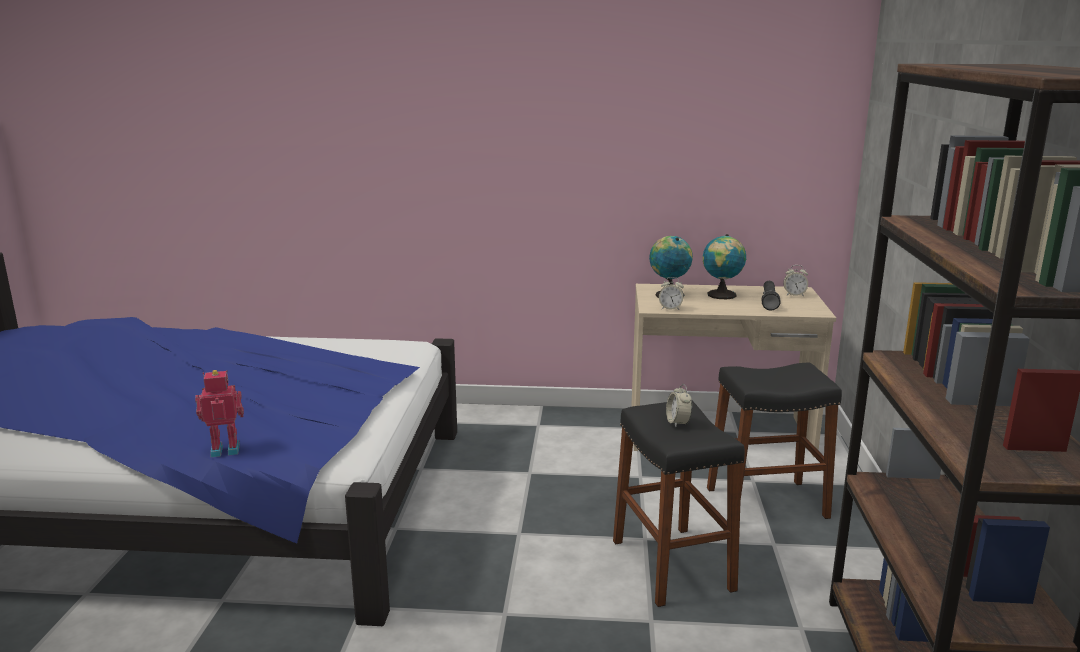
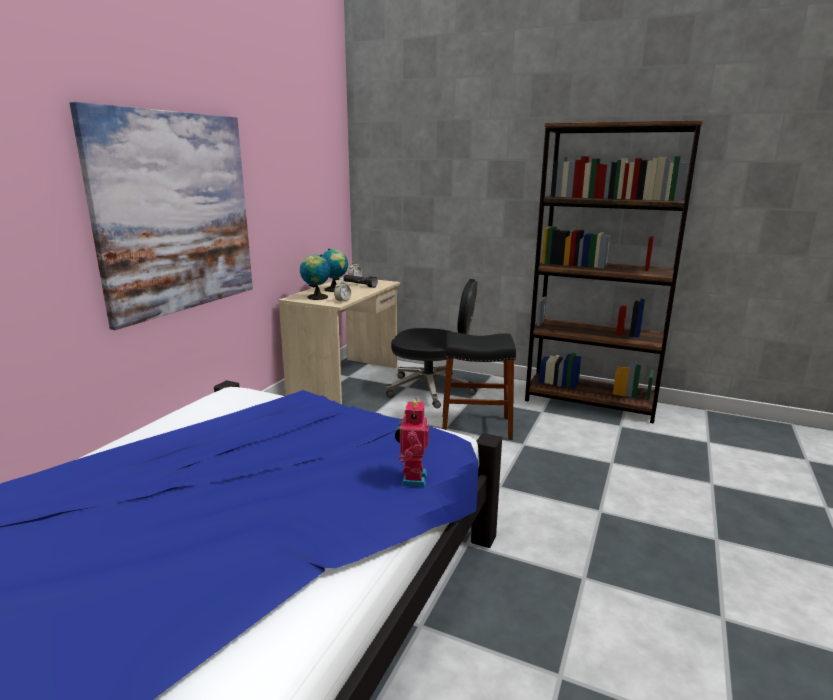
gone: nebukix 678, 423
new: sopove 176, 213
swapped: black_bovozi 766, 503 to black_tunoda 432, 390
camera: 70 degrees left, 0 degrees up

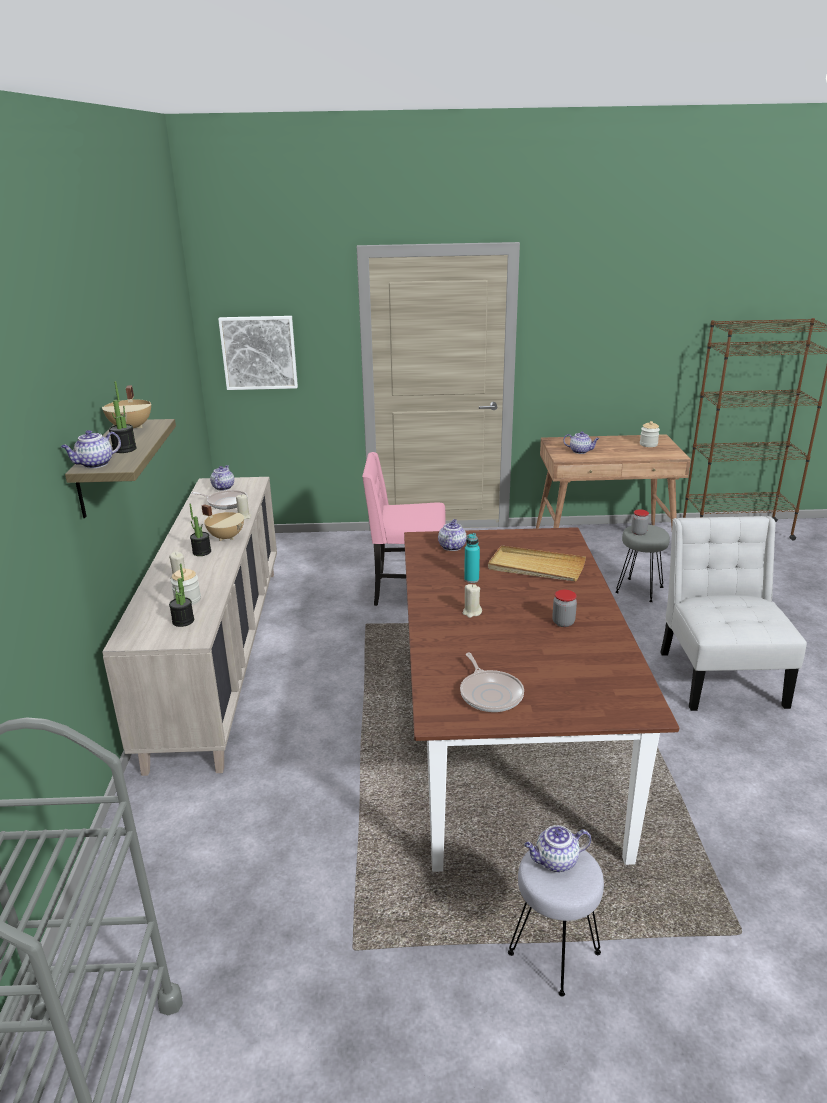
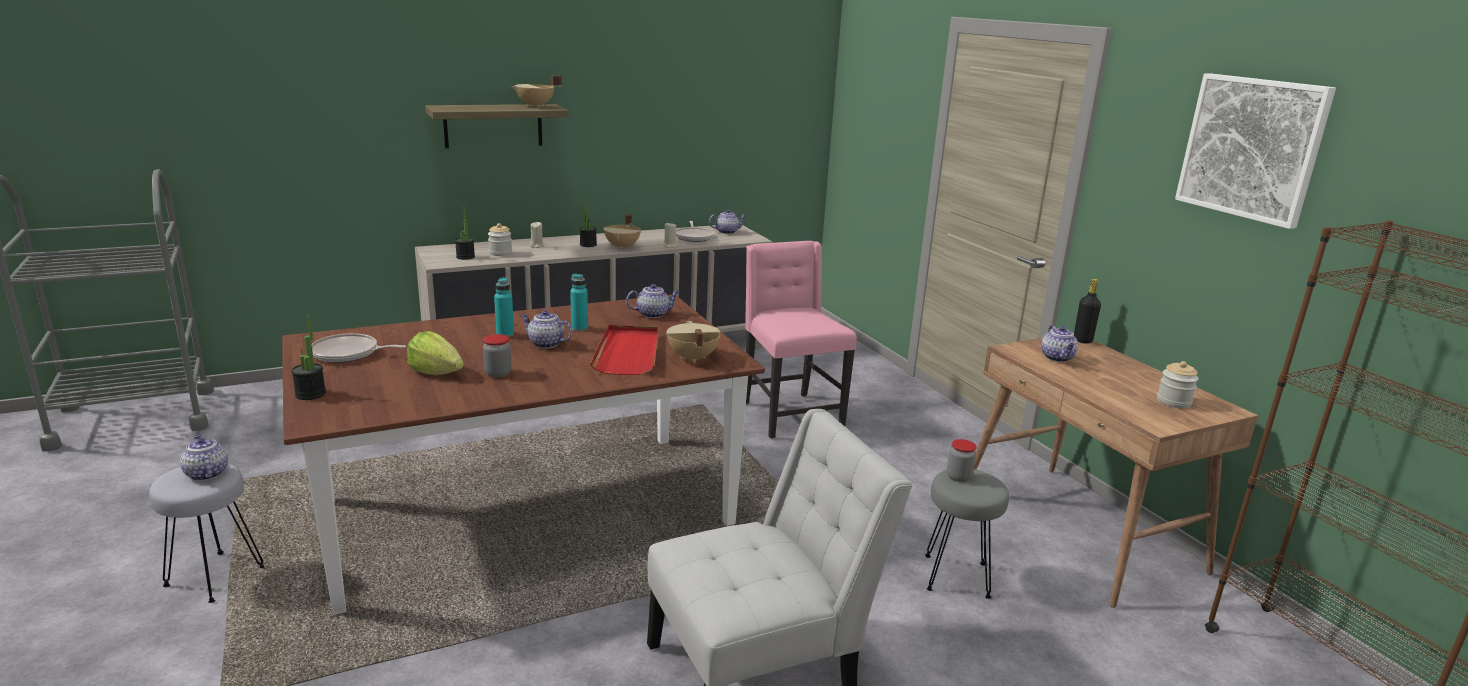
new: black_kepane 1082, 340; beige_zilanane 691, 358; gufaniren 436, 372
shifted: sopove 259, 352 to 1251, 148; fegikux 124, 449 to 310, 394; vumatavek 95, 464 to 545, 344
swapped: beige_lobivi 471, 612 to turquoise_kepane 505, 334
repainted: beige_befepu 536, 567 to red_befepu 628, 353
rotated: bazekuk 490, 693 = 348, 354 45 degrees clockwise
camera: 65 degrees right, 5 degrees down

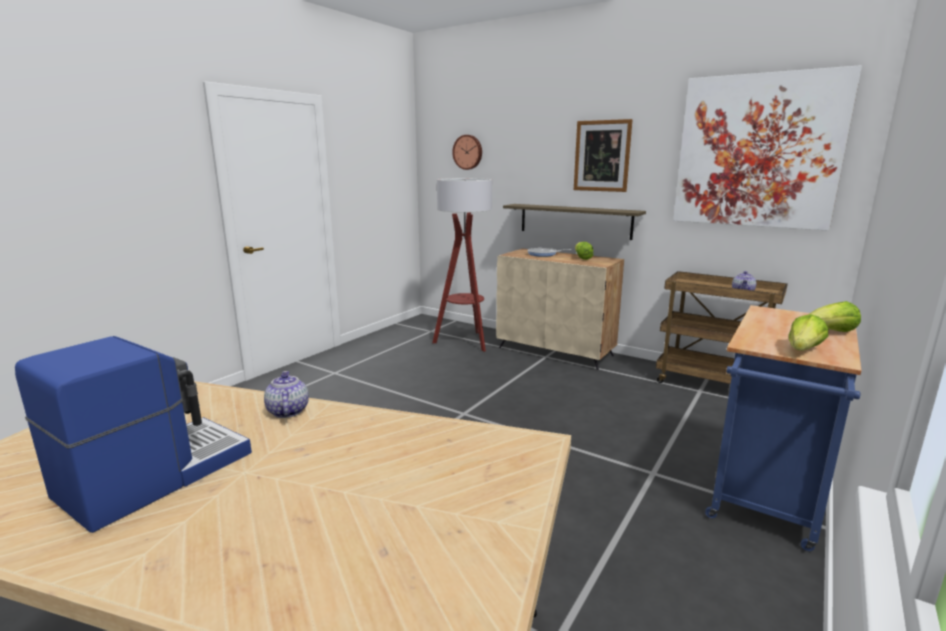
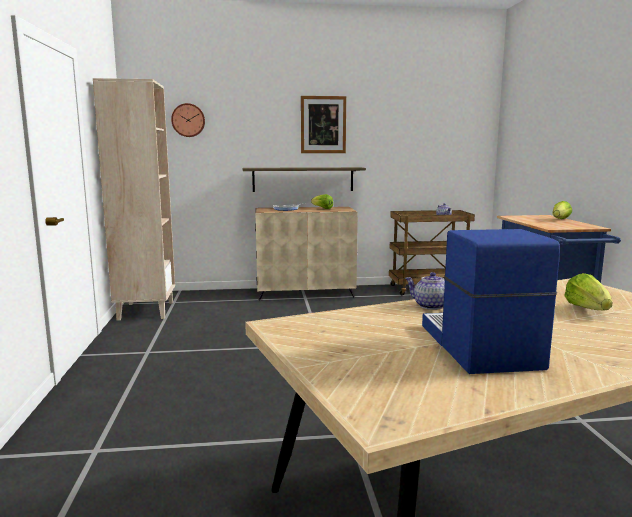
gone: sopove 757, 151; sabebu 465, 342
new: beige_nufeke 145, 311
shifted: gufaniren 803, 350 to 587, 309
camera: 40 degrees left, 5 degrees down

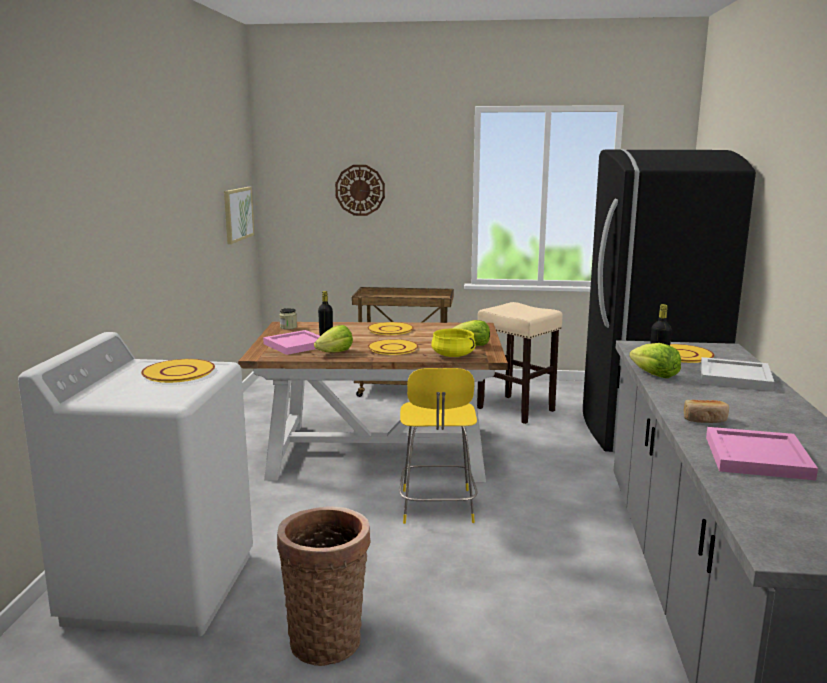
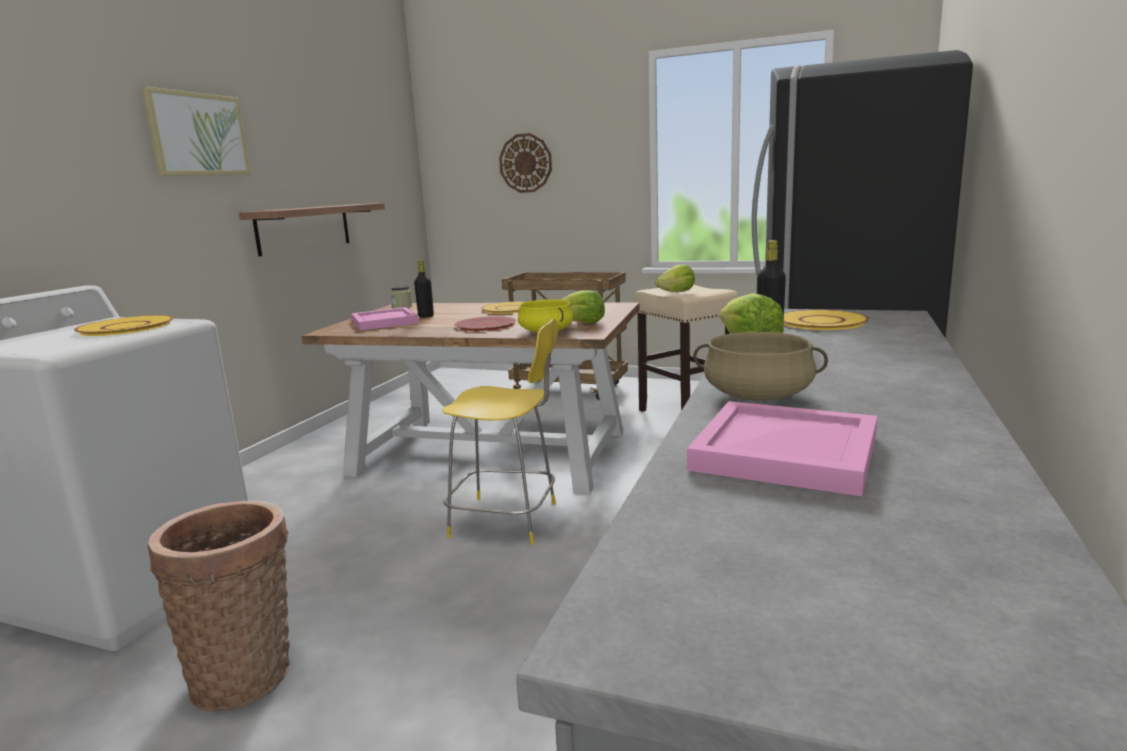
gone: white_befepu 733, 377
new: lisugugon 304, 228
shifted: sopove 238, 214 to 198, 134; gufaniren 335, 352 to 676, 292
swapped: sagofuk 704, 419 to beige_zilanane 757, 396
repainted: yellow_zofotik 393, 348 to red_zofotik 485, 325
rotated: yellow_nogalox 437, 508 = 508, 520 90 degrees counterclockwise
camera: 15 degrees right, 0 degrees up

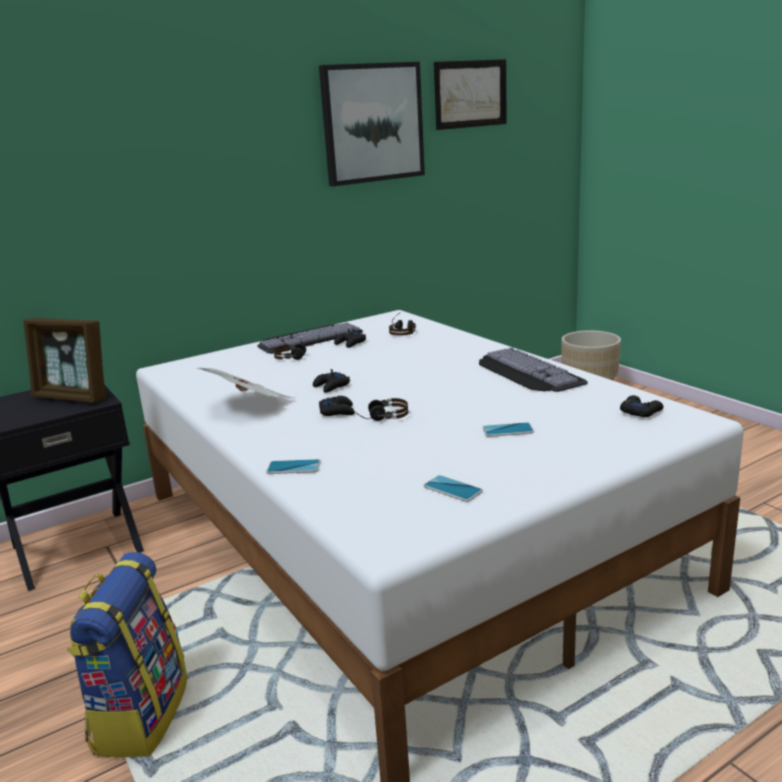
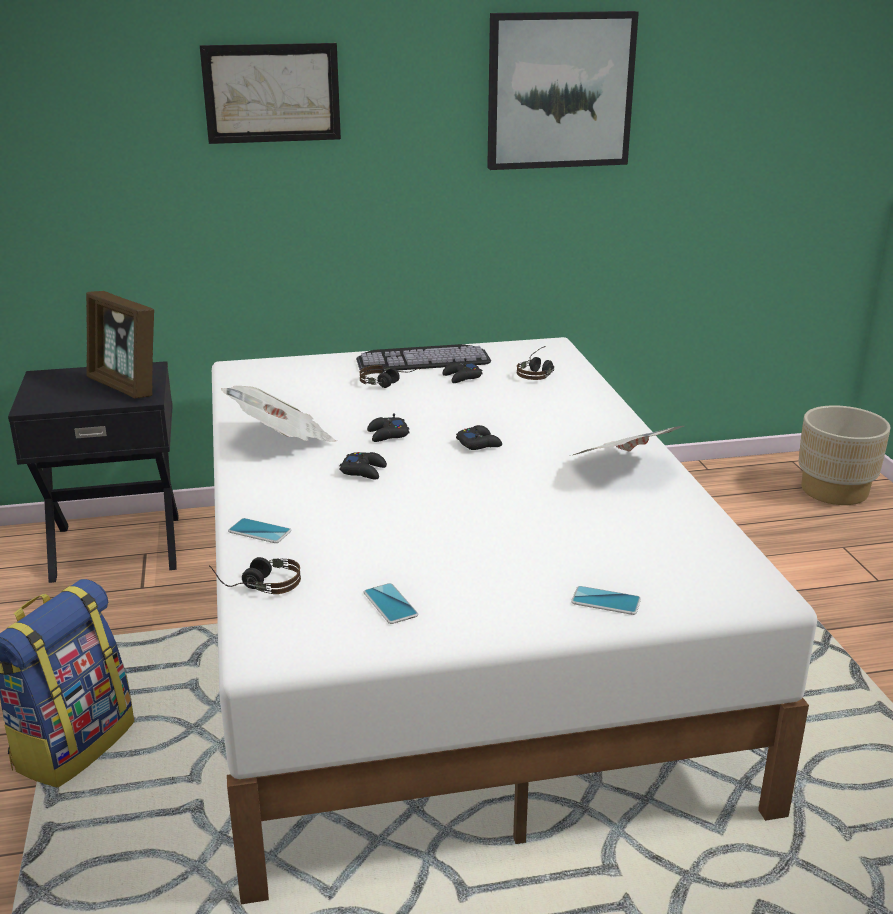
shifted: sopove 470, 94 to 272, 93; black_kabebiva 640, 411 to 479, 444; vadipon 378, 418 to 257, 584; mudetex 507, 430 to 606, 601
swapped: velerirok 524, 372 to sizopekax 623, 468
camera: 20 degrees right, 5 degrees up

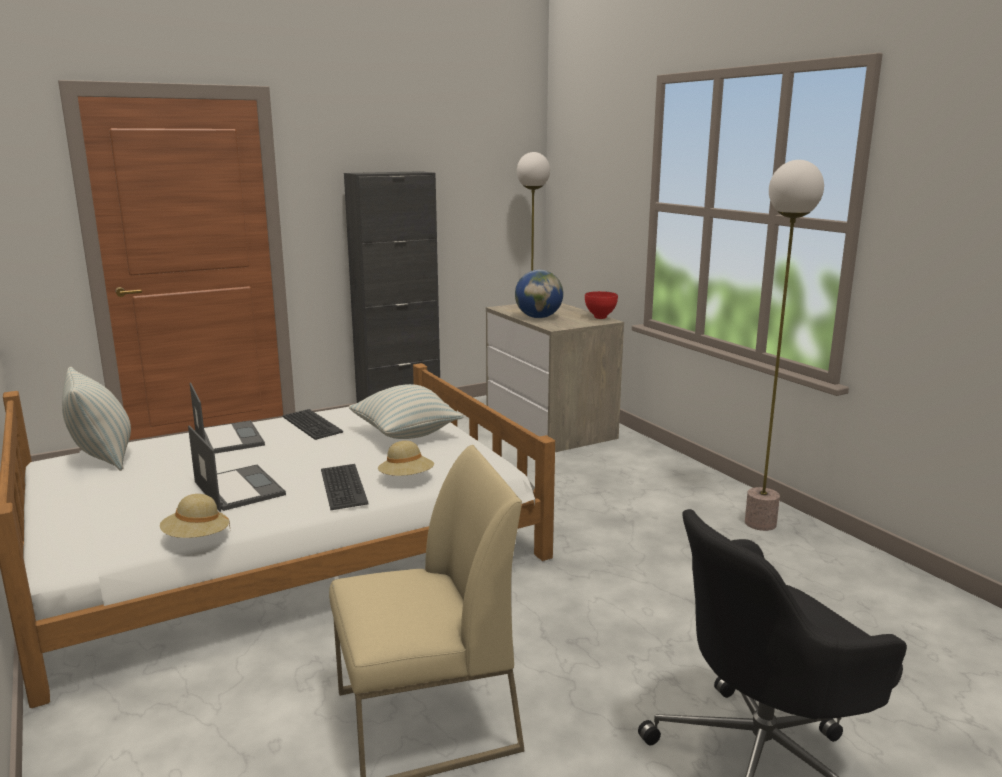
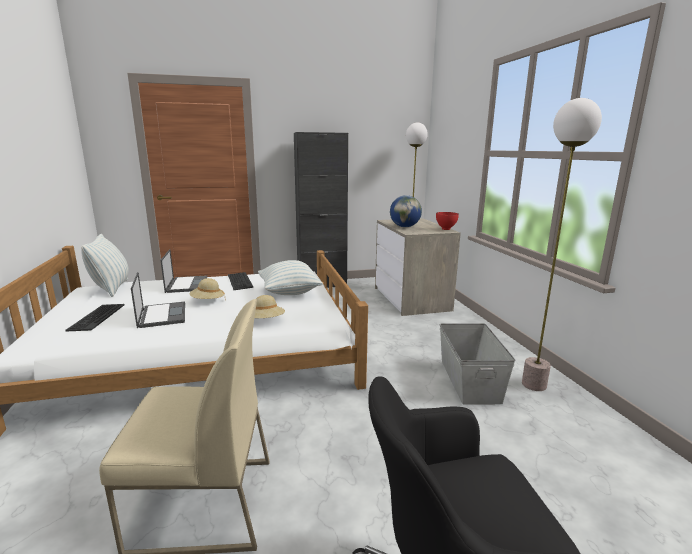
new: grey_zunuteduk 470, 380
shifted: velerirok 342, 487 to 96, 317; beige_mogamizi 196, 538 to 207, 301
camera: 15 degrees right, 0 degrees up

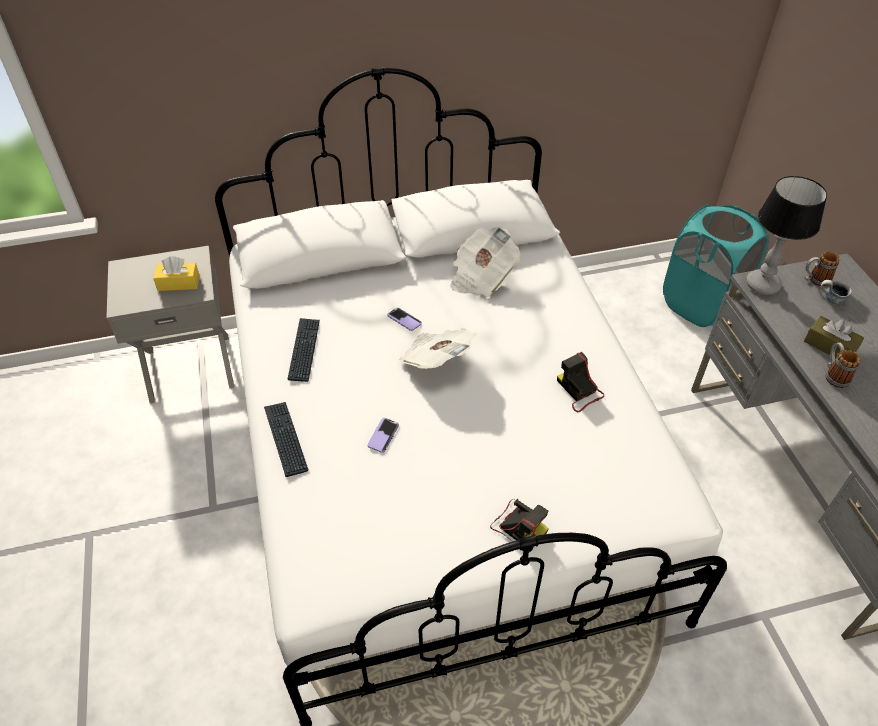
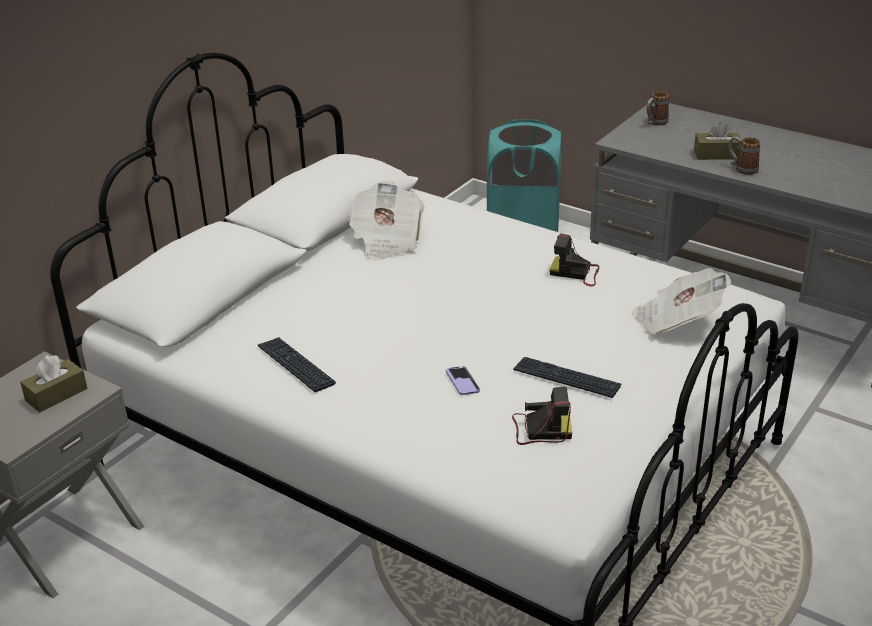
gone: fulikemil 762, 285; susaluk 830, 300; mudetex 404, 320
shifted: sizopekax 436, 360 to 677, 321; velerirok 285, 439 to 566, 379; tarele 518, 526 to 540, 430
repainted: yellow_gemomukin 178, 283 to brown_gemomukin 56, 395
camera: 40 degrees left, 15 degrees down

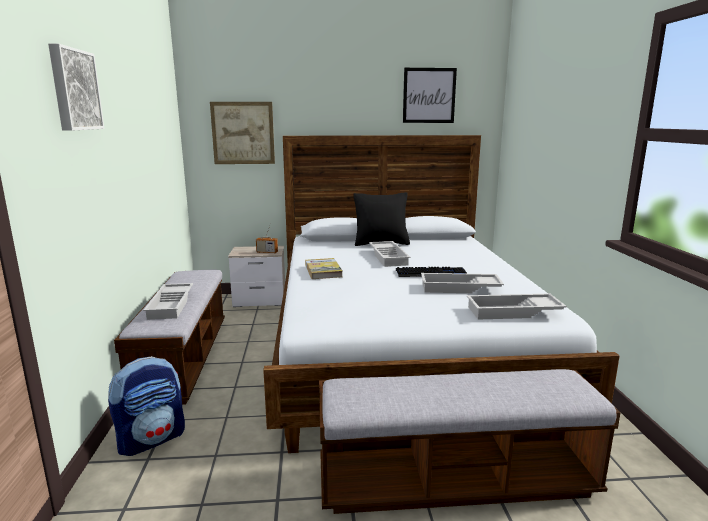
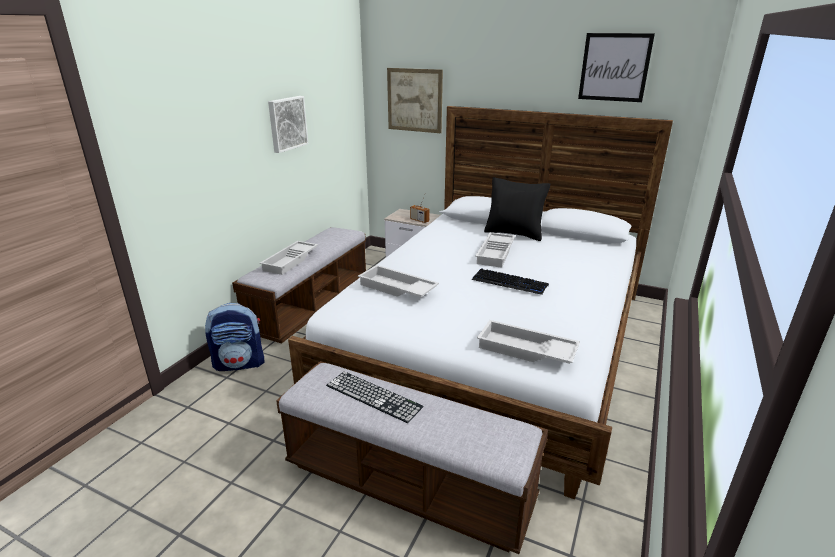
gone: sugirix 323, 271
new: velerirok 373, 396
shifted: sopove 74, 90 to 287, 123; white_befepu 459, 288 to 396, 288
camera: 30 degrees right, 10 degrees up

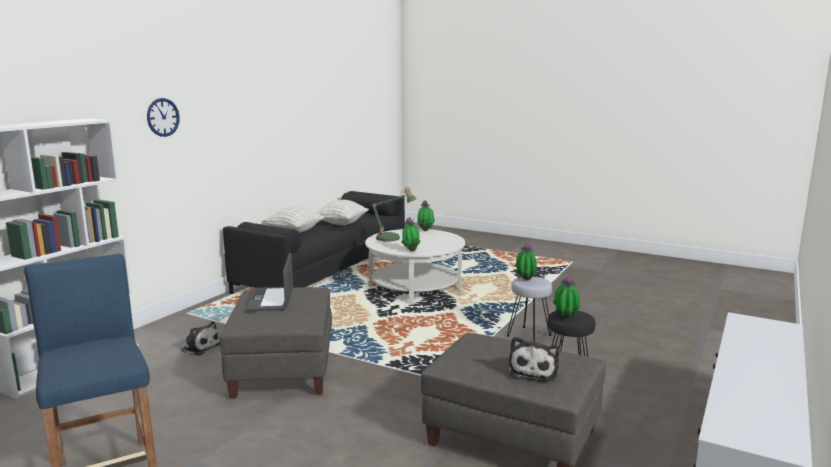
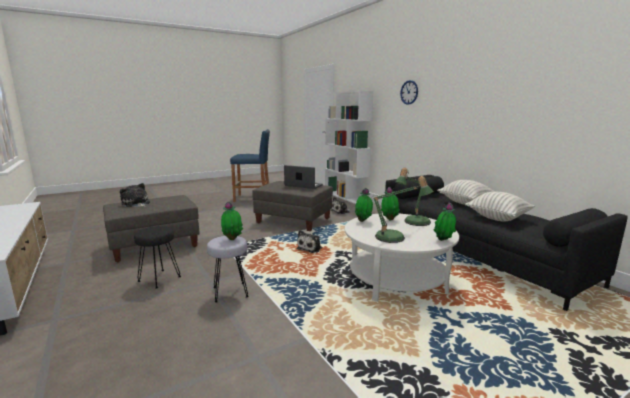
new: fulikemil 395, 238; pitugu 310, 248
shifted: fegikux 565, 319 to 389, 219
camera: 120 degrees right, 0 degrees up

